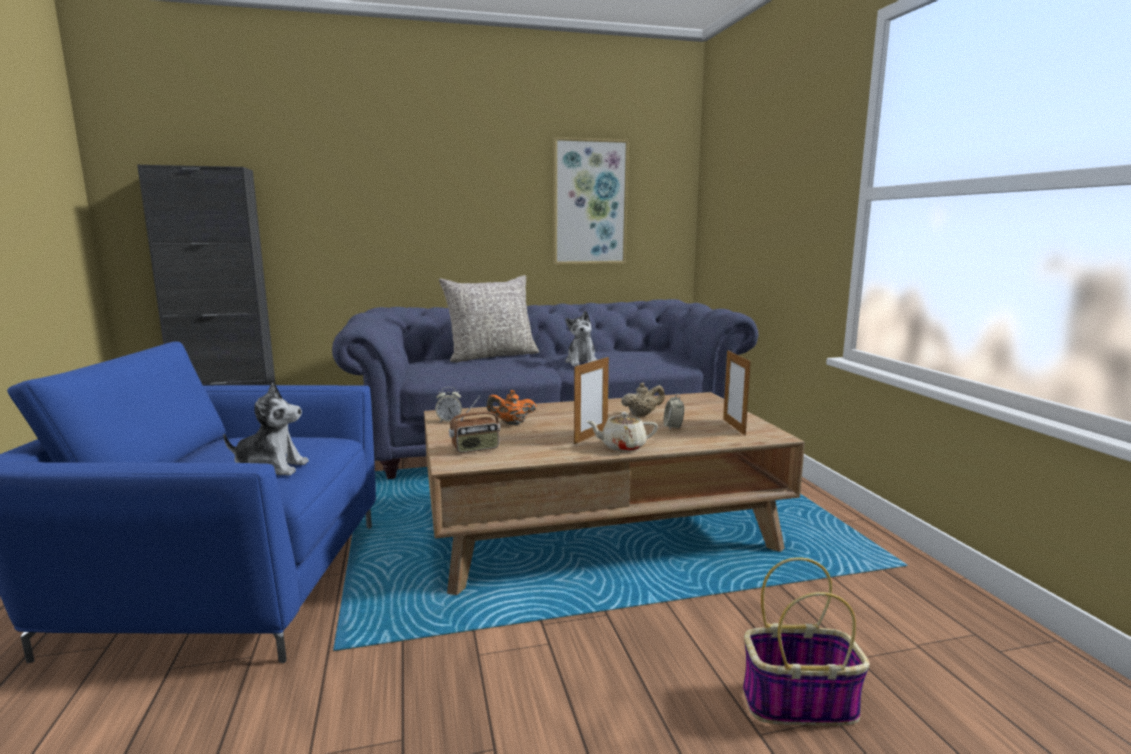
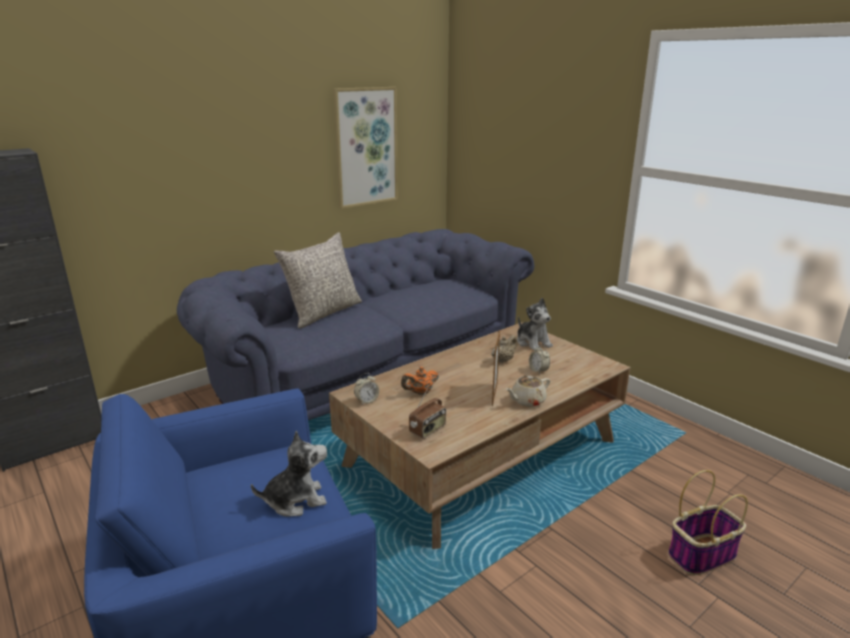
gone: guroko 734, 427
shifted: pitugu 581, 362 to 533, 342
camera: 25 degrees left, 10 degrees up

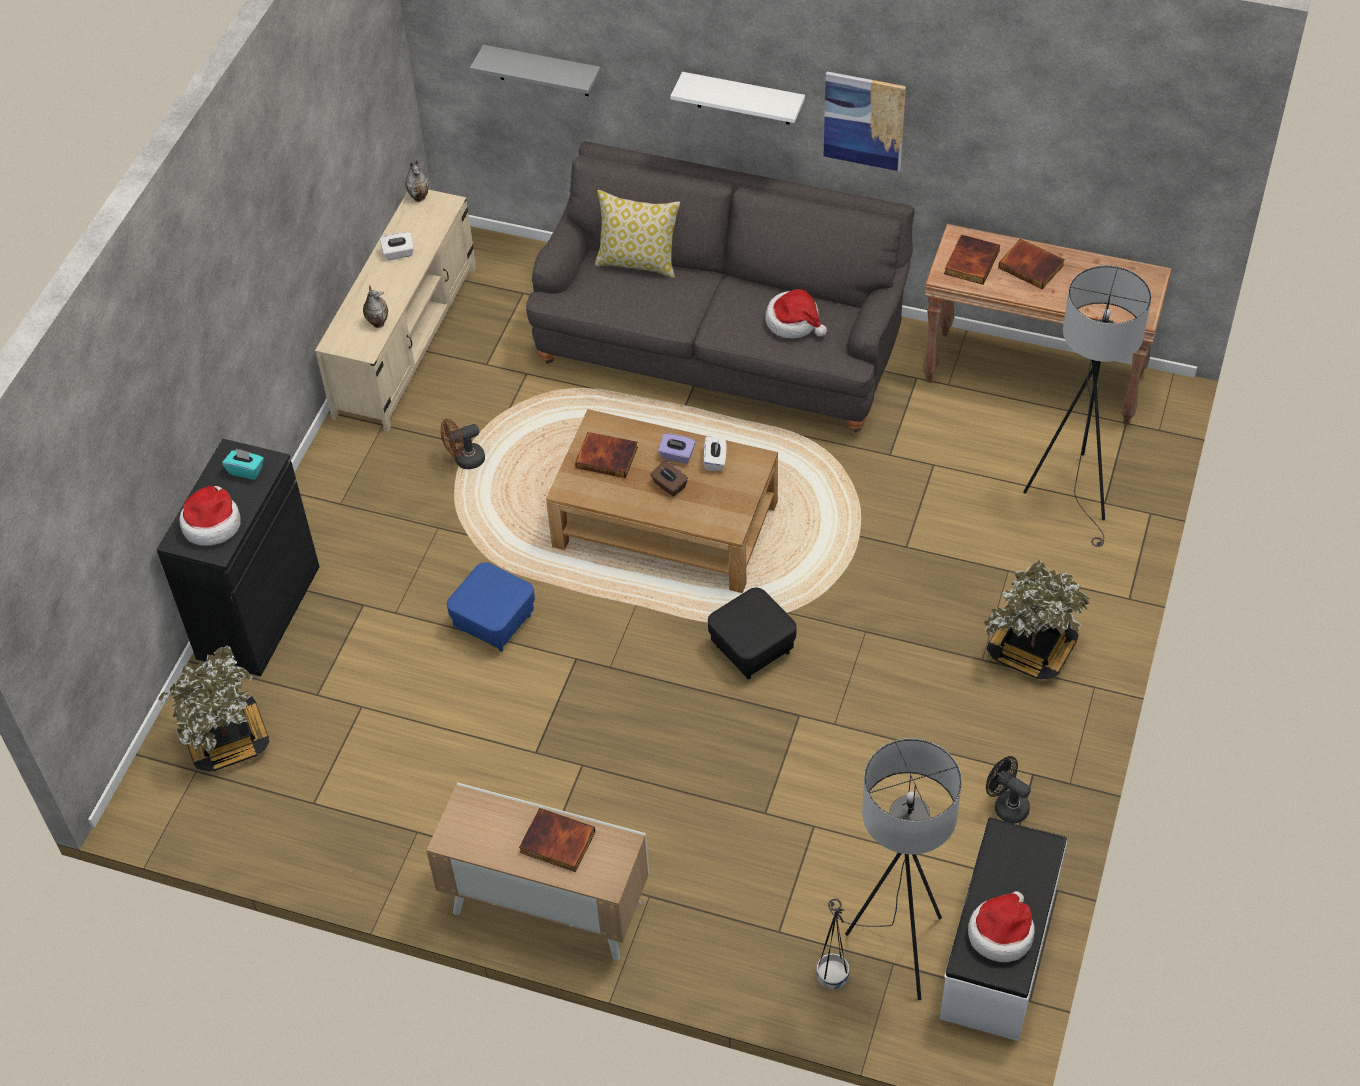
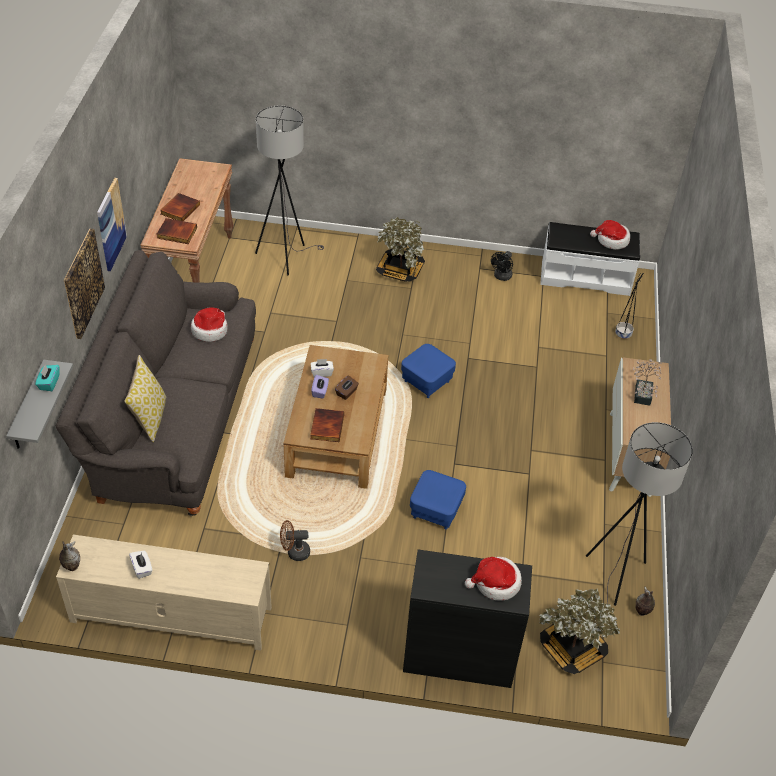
shifted: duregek 377, 323 to 641, 612; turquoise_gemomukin 246, 470 to 49, 383; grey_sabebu 893, 948 to 616, 579
swapped: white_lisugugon 743, 99 to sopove 83, 283; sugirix 556, 843 to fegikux 643, 393
repainted: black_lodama 752, 649 to blue_lodama 426, 381
rotated: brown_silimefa 465, 460 = 294, 552 120 degrees clockwise
camera: 105 degrees left, 5 degrees down

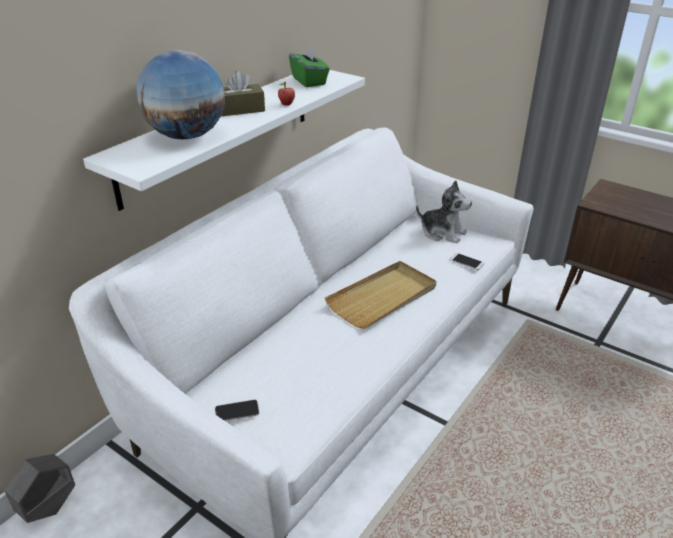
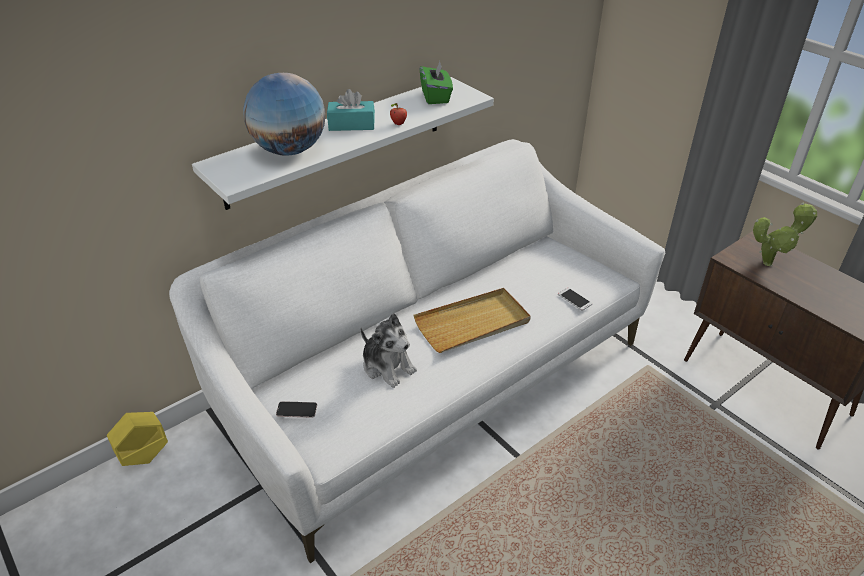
new: fegikux 770, 263
shifted: pitugu 442, 233 to 387, 366
repainted: brown_gemomukin 239, 109 to turquoise_gemomukin 351, 125; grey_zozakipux 49, 507 to yellow_zozakipux 145, 456
camera: 15 degrees right, 5 degrees up

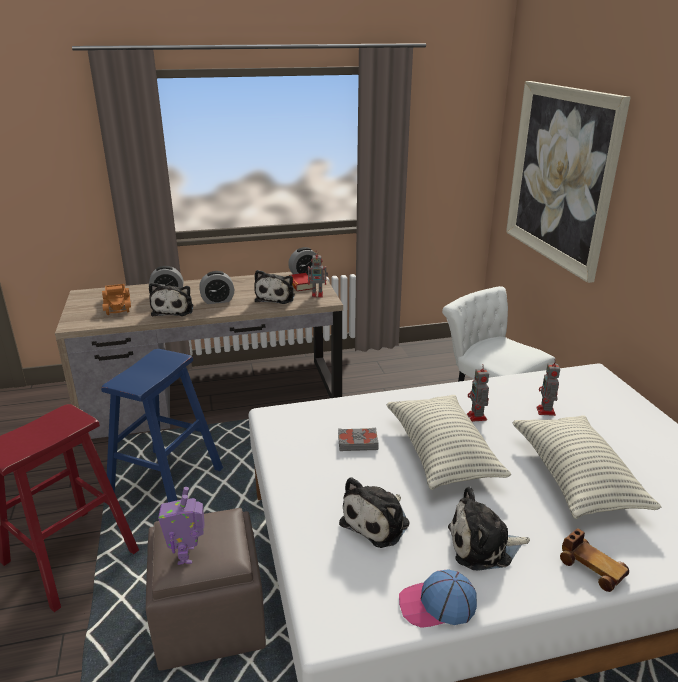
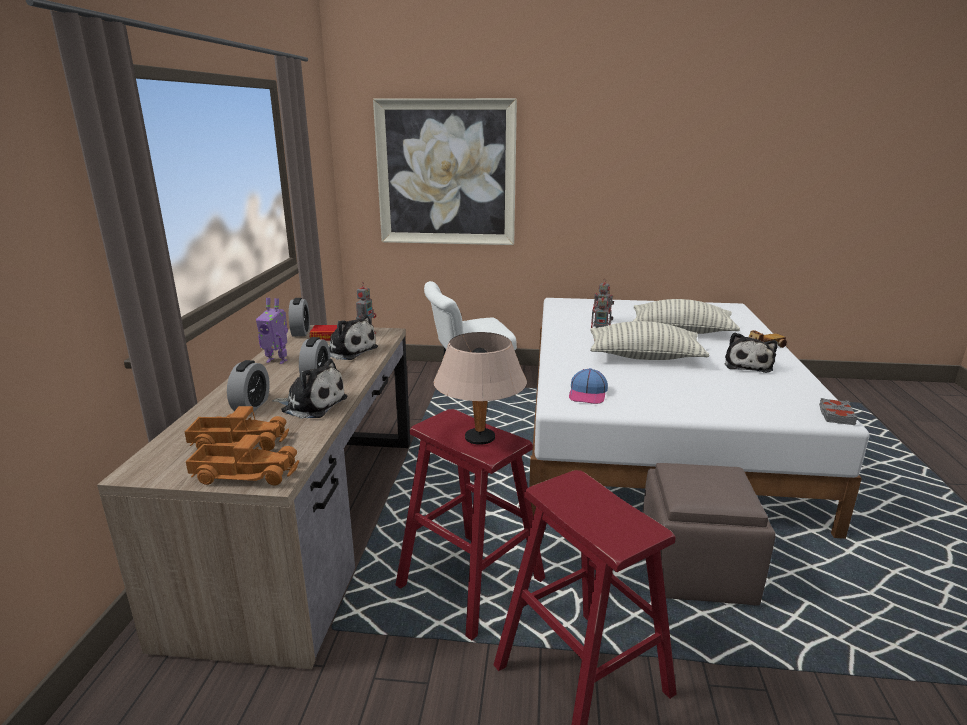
gone: pitugu 378, 522
new: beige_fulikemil 479, 438; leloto 246, 473
shifted: grey_sugirix 357, 442 to 835, 415; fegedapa 187, 555 to 277, 360; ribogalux 437, 605 to 588, 394
repainted: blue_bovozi 166, 482 to red_bovozi 471, 582
camera: 70 degrees left, 5 degrees down

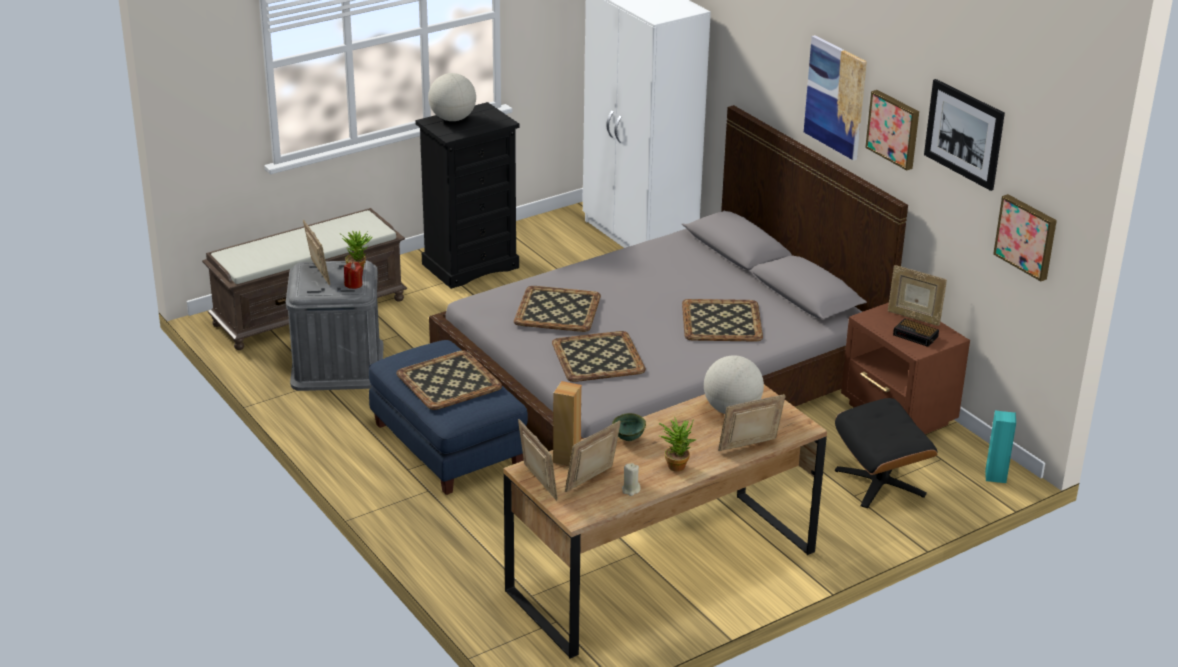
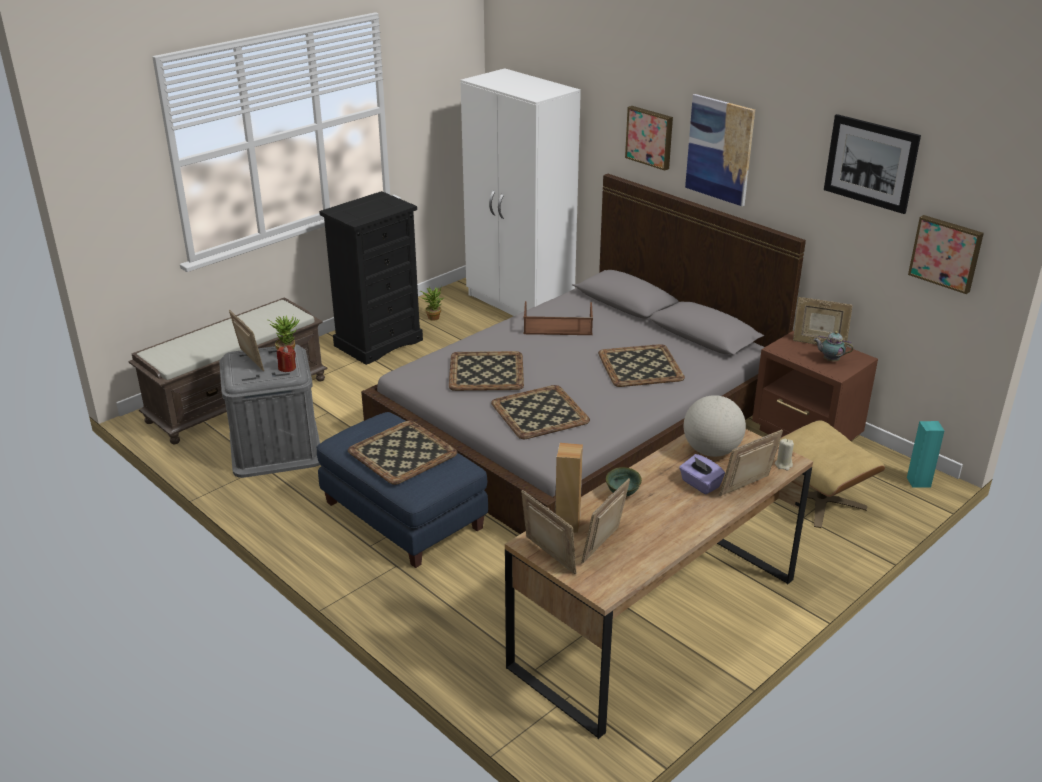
gone: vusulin 452, 119
new: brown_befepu 557, 327; purple_gemomukin 700, 484
shifted: sopove 894, 129 to 650, 137; fegikux 676, 464 to 433, 317; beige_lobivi 630, 490 to 783, 465
swapped: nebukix 916, 336 to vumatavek 830, 360
repainted: black_lodama 880, 482 to beige_lodama 821, 501
camera: 10 degrees left, 0 degrees up

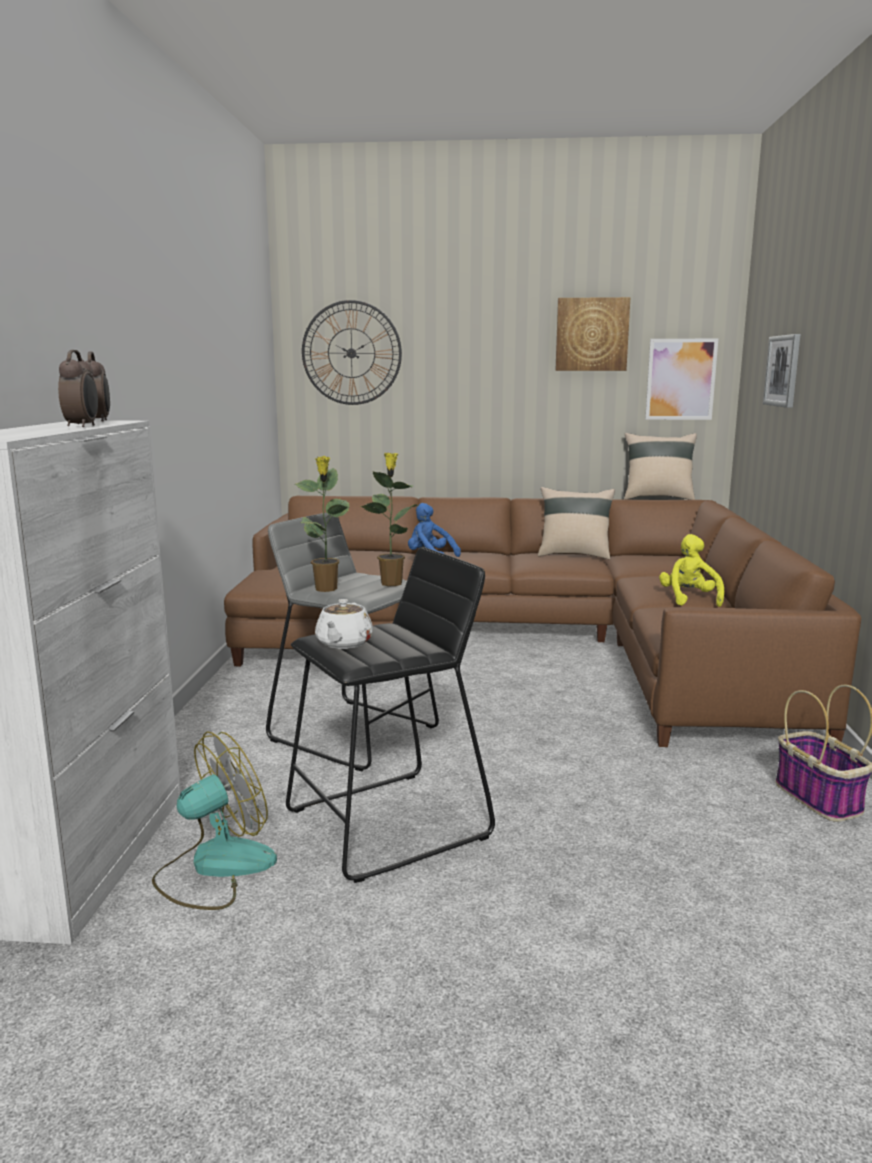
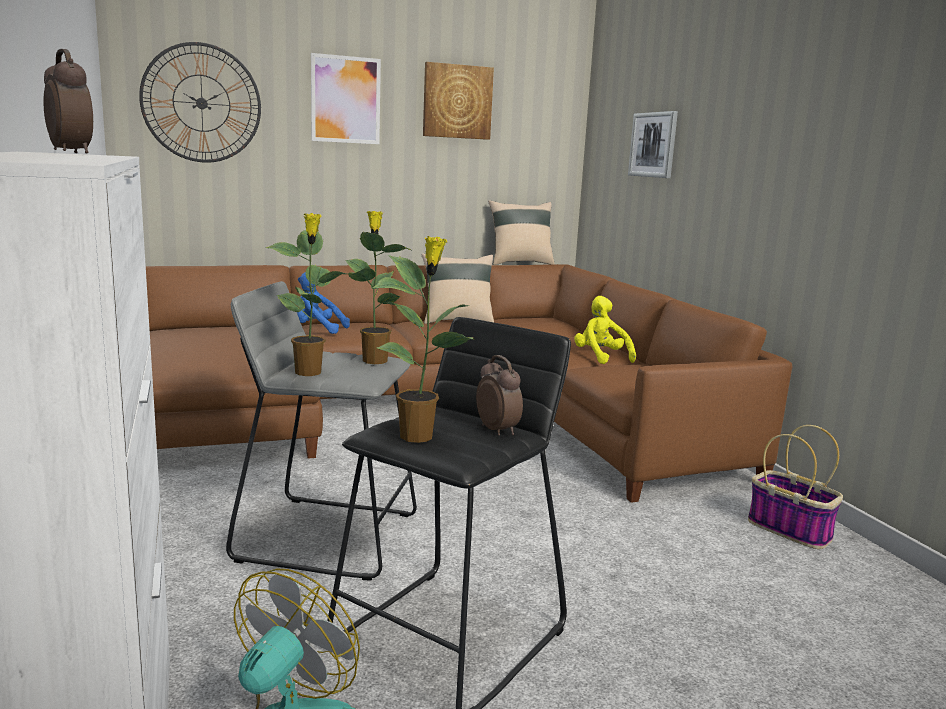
shifted: sopove 681, 379 to 345, 100; nebukix 83, 426 to 498, 430
swapped: white_vumatavek 343, 643 to fegikux 419, 436
camera: 25 degrees left, 0 degrees up

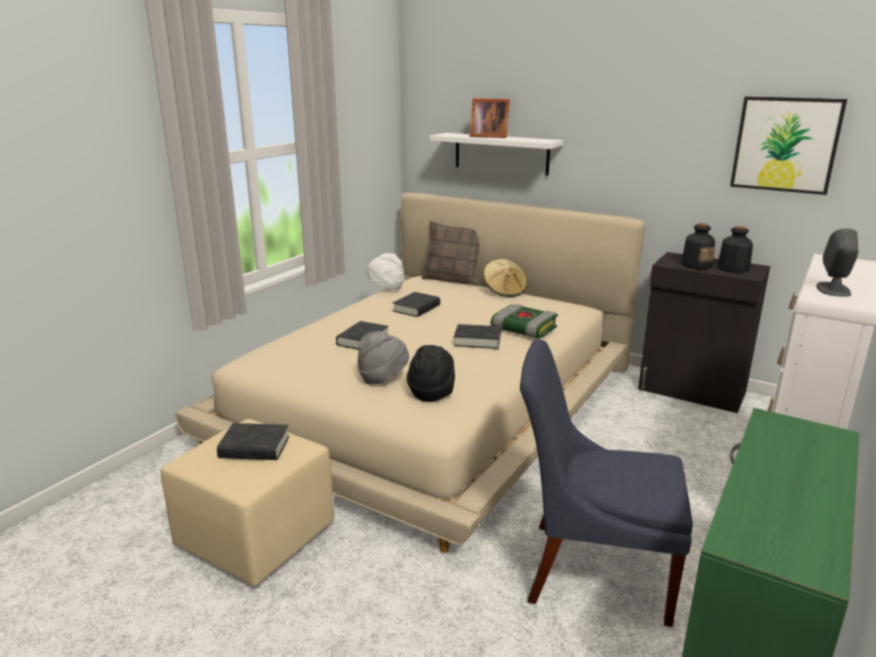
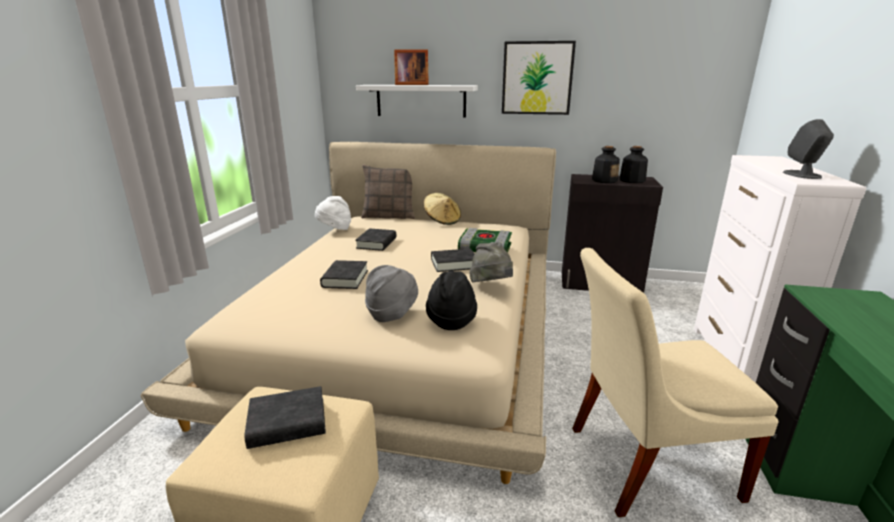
new: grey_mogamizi 492, 286
shifted: sopove 785, 144 to 537, 78
repainted: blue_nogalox 590, 569 to beige_nogalox 643, 462
camera: 20 degrees left, 0 degrees up

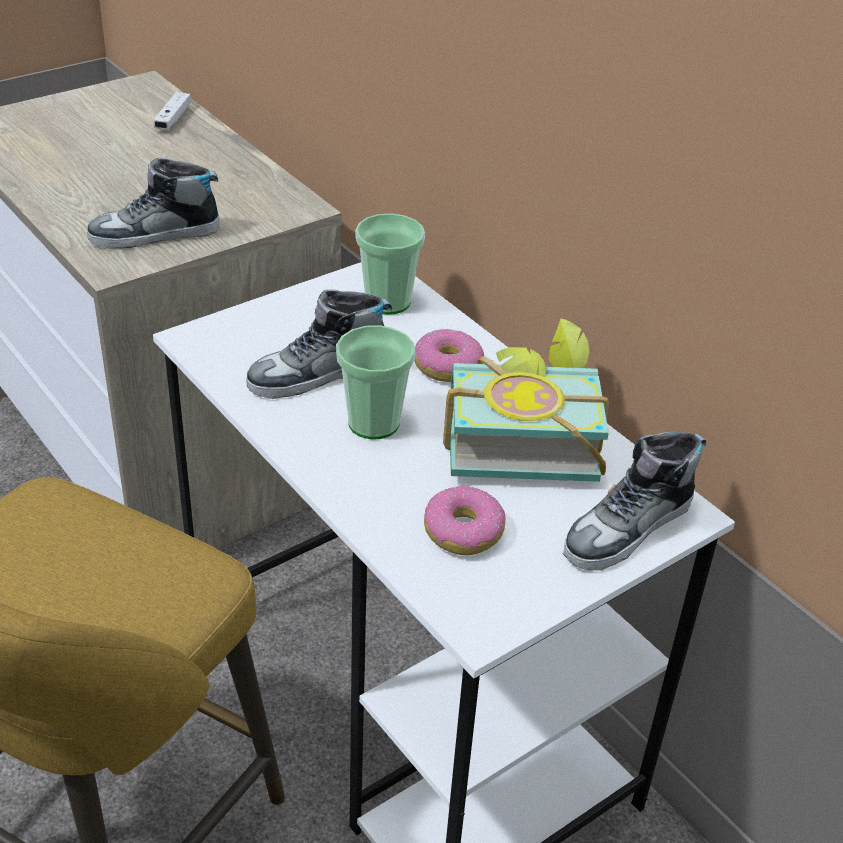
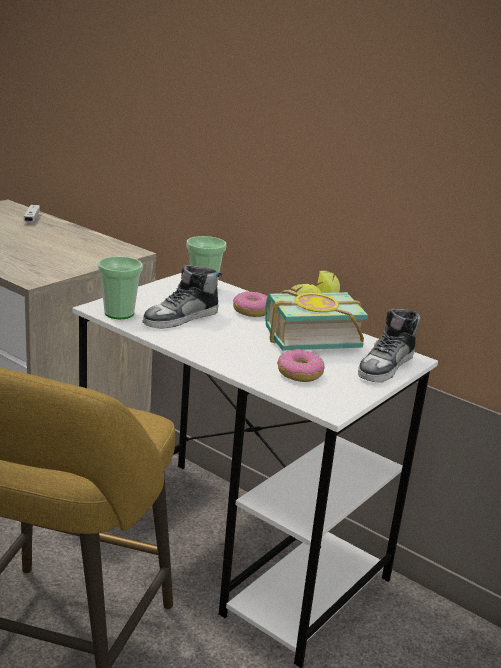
gone: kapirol 155, 234
shifted: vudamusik 373, 423 to 119, 313
camera: 15 degrees left, 15 degrees down

